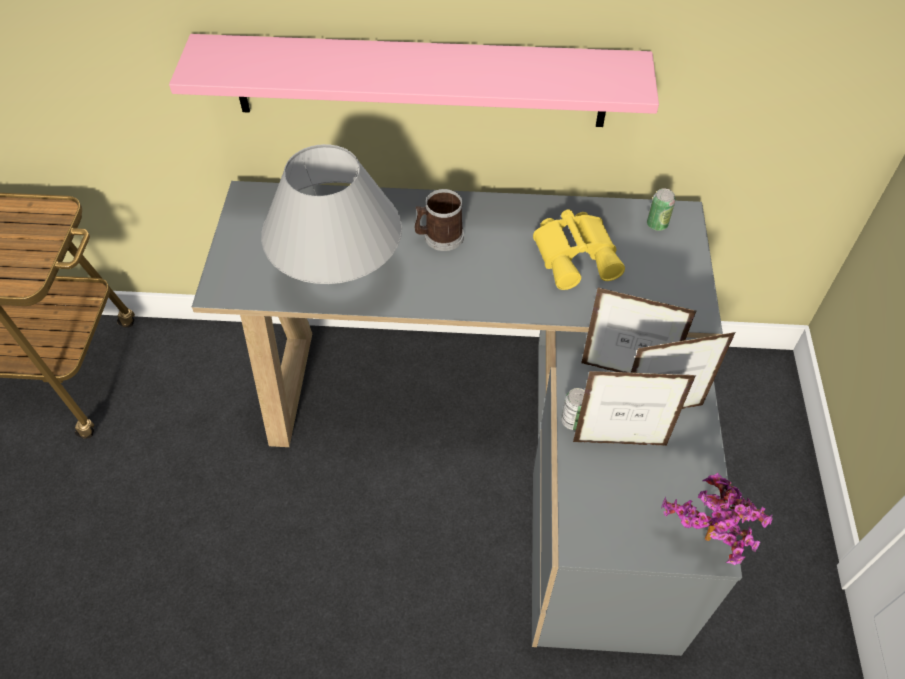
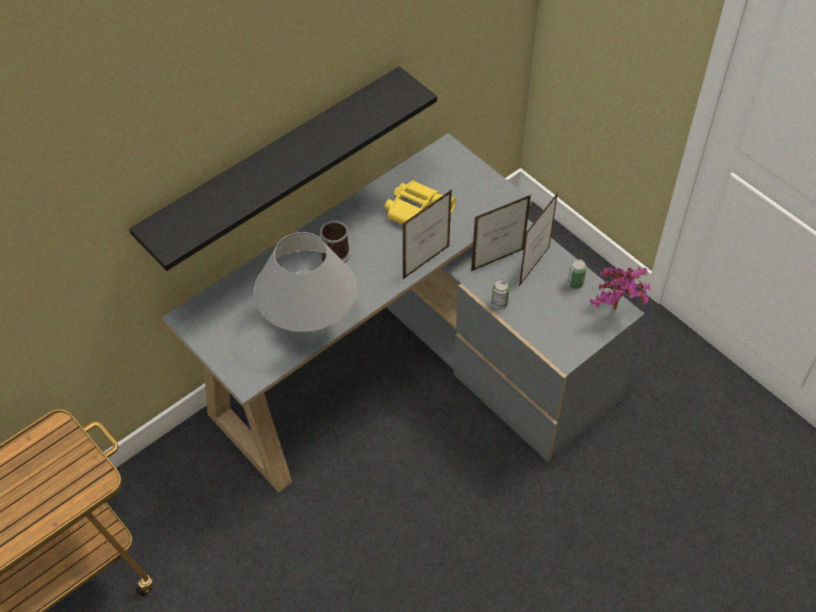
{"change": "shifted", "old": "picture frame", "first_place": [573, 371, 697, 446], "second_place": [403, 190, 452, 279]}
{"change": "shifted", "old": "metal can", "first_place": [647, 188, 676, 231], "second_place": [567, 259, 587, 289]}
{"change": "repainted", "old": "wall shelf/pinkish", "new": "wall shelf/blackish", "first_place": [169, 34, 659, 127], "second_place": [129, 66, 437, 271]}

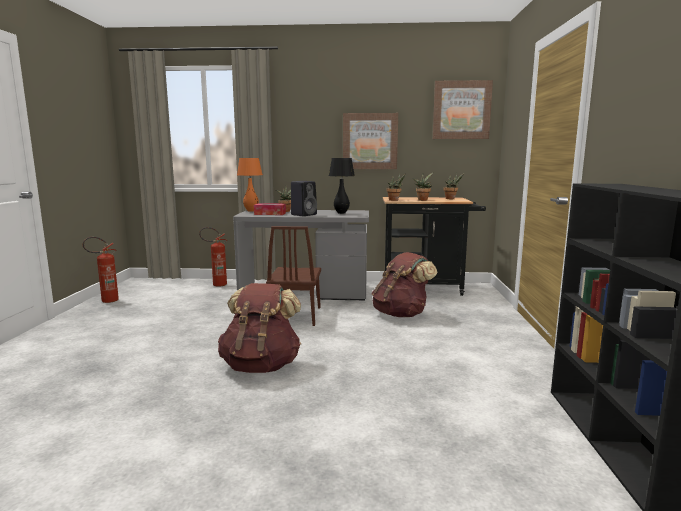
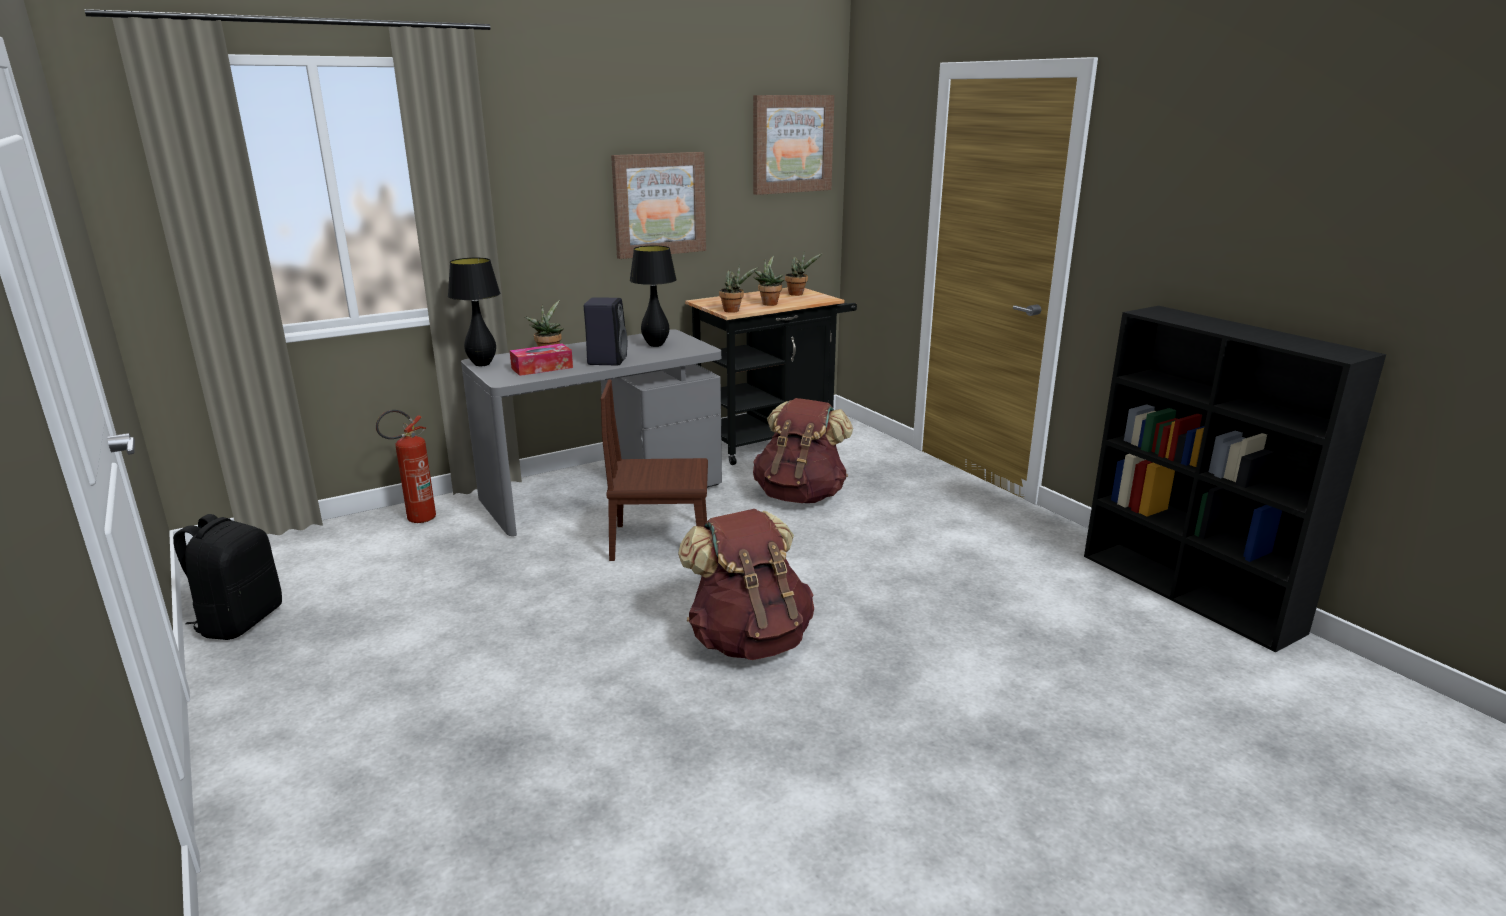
{"change": "swapped", "old": "extinguisher", "new": "knapsack/blackish", "first_place": [83, 237, 119, 303], "second_place": [173, 514, 282, 640]}
{"change": "repainted", "old": "tabletop lamp/orange", "new": "tabletop lamp/blackish", "first_place": [237, 158, 262, 212], "second_place": [448, 258, 500, 366]}
{"change": "rotated", "old": "plain chair/brownish", "first_place": [266, 226, 321, 326], "second_place": [600, 379, 708, 561], "degrees": 120}

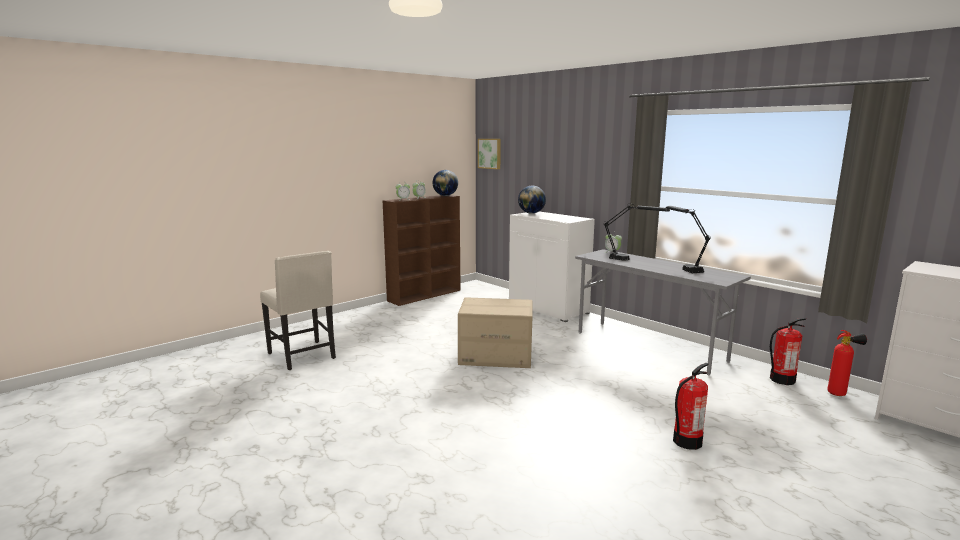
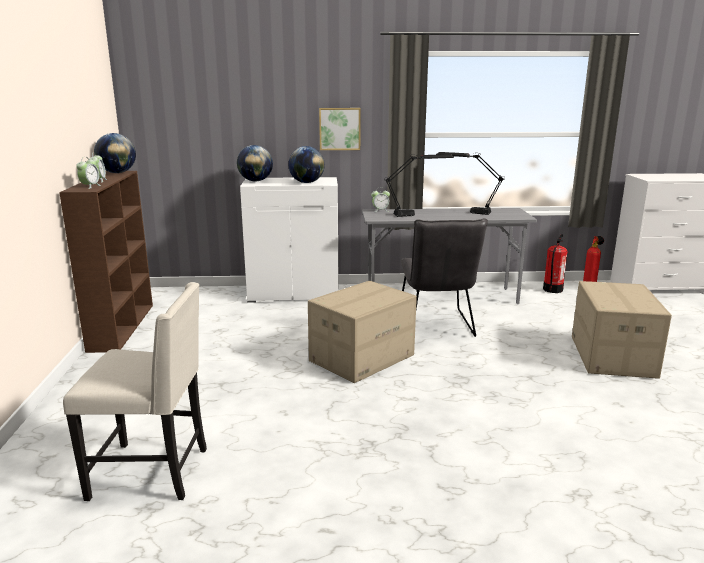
{"change": "new", "new": "globe", "second_place": [288, 146, 325, 183]}
{"change": "new", "new": "plain chair/grey", "second_place": [401, 218, 488, 337]}
{"change": "shifted", "old": "picture", "first_place": [478, 139, 501, 169], "second_place": [319, 108, 361, 150]}
{"change": "swapped", "old": "extinguisher", "new": "cardboard box", "first_place": [673, 363, 709, 450], "second_place": [572, 281, 672, 379]}

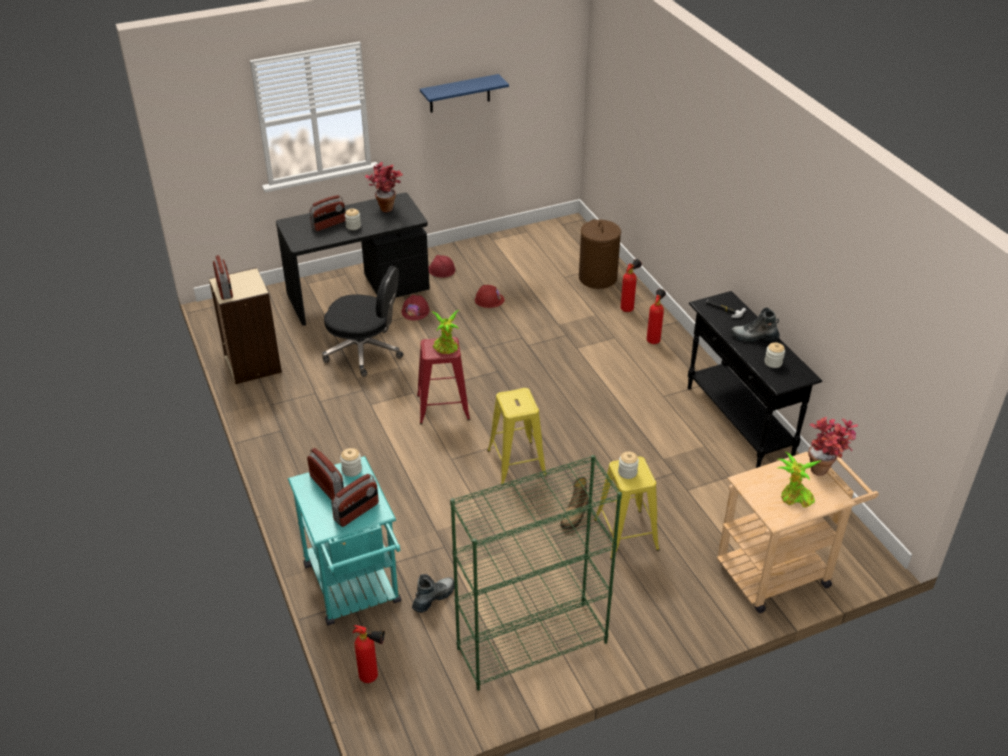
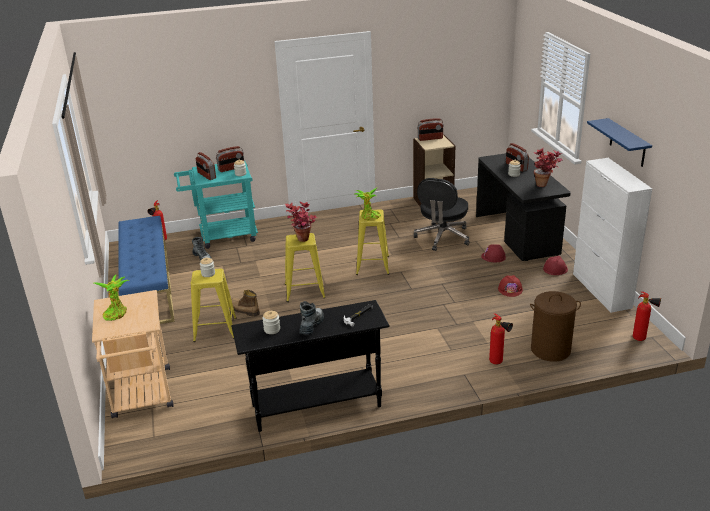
{"change": "new", "new": "storage cabinet/whitish", "second_place": [573, 158, 652, 313]}
{"change": "shifted", "old": "extinguisher", "first_place": [647, 289, 666, 344], "second_place": [633, 292, 661, 341]}
{"change": "shifted", "old": "plant in a pot", "first_place": [808, 417, 858, 476], "second_place": [285, 201, 317, 242]}
{"change": "swapped", "old": "bookshelf/green", "new": "long seat/bluish", "first_place": [450, 455, 622, 691], "second_place": [118, 216, 175, 324]}
{"change": "repainted", "old": "stool seat/reddish", "new": "stool seat/yellow", "first_place": [417, 337, 470, 424], "second_place": [356, 209, 389, 275]}

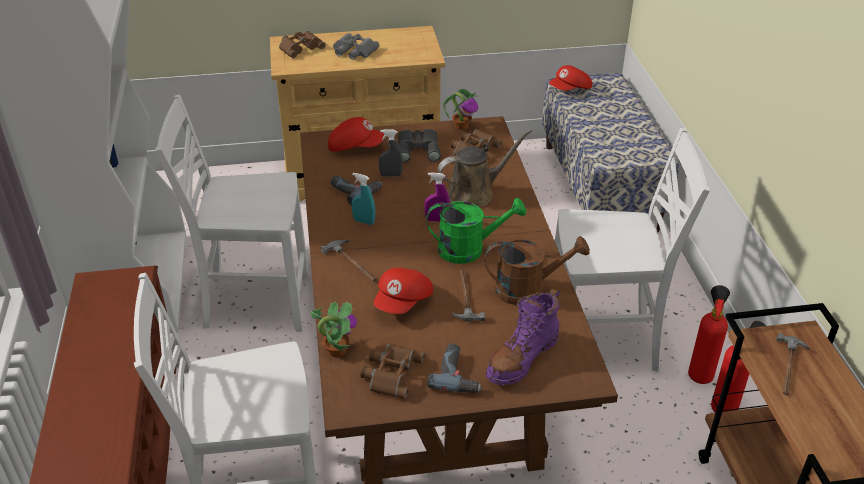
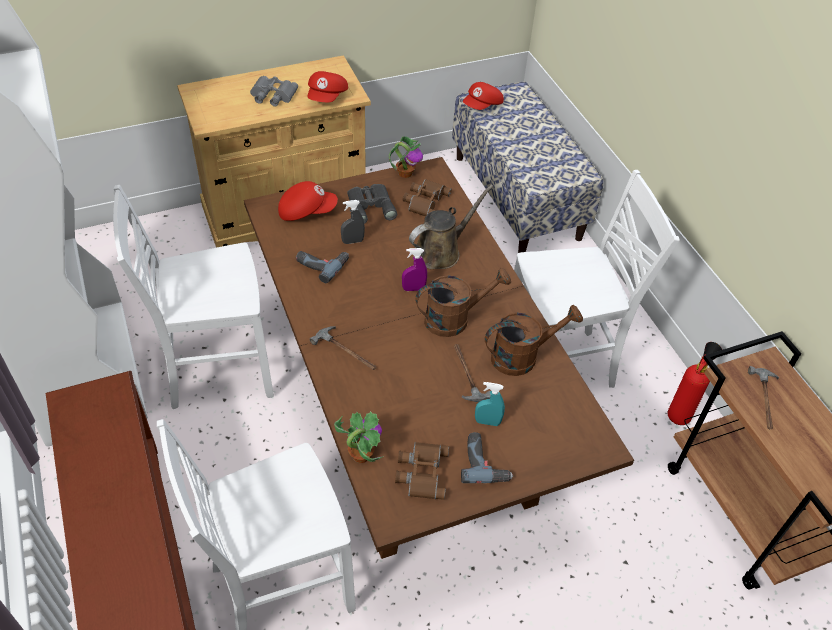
{"change": "gone", "old": "pair of binoculars/brownish", "first_place": [279, 31, 326, 58]}
{"change": "gone", "old": "high-top boot/purple", "first_place": [486, 289, 560, 385]}
{"change": "gone", "old": "extinguisher", "first_place": [688, 285, 730, 384]}
{"change": "shifted", "old": "spray bottle/turquoise", "first_place": [351, 173, 375, 225], "second_place": [475, 382, 505, 426]}
{"change": "shifted", "old": "peaked cap/reddish", "first_place": [374, 268, 433, 314], "second_place": [307, 71, 348, 102]}
{"change": "repainted", "old": "sprinkling can/green", "new": "sprinkling can/brownish", "first_place": [426, 198, 526, 264], "second_place": [415, 268, 511, 337]}

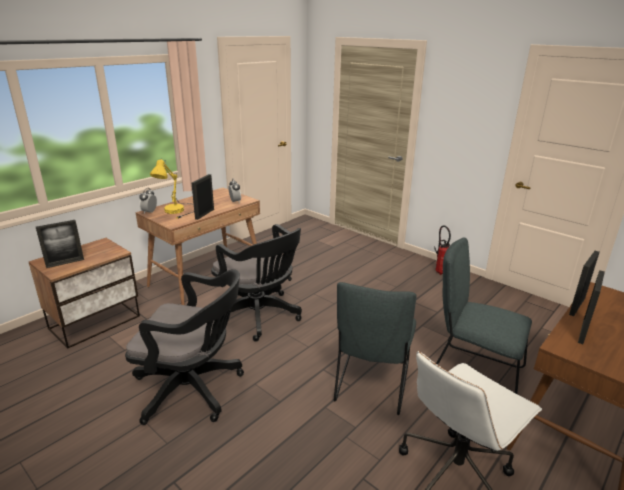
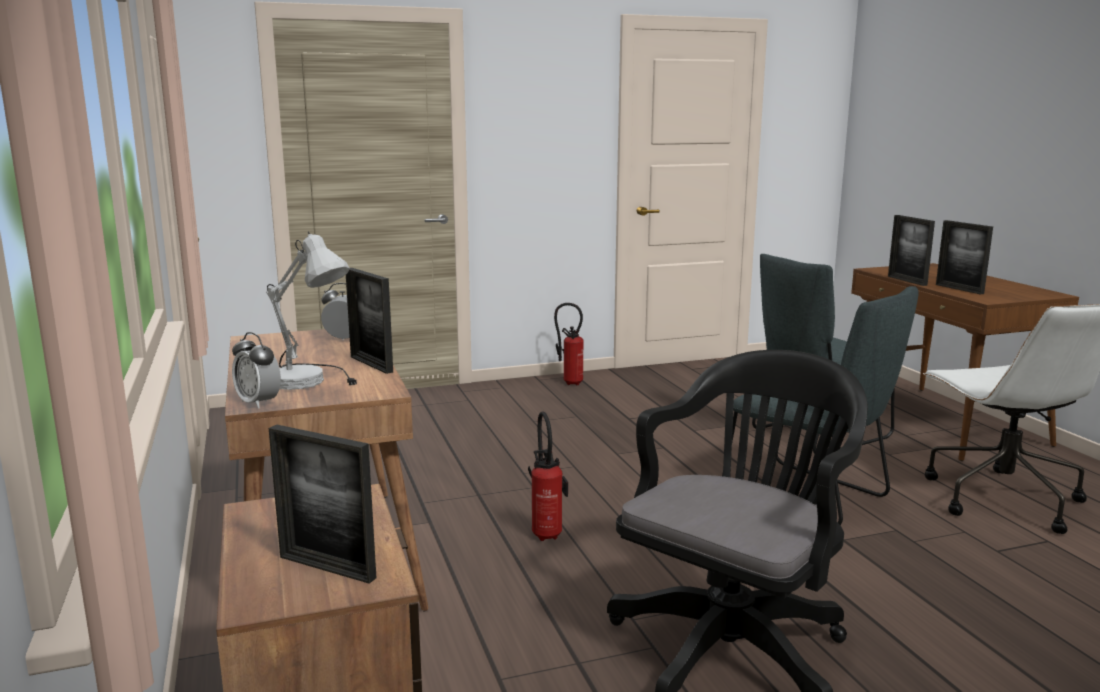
{"change": "swapped", "old": "office chair/blackish", "new": "extinguisher", "first_place": [211, 224, 302, 342], "second_place": [528, 411, 568, 541]}
{"change": "repainted", "old": "tabletop lamp/yellow", "new": "tabletop lamp/whitish", "first_place": [150, 158, 194, 219], "second_place": [266, 231, 357, 390]}
{"change": "rotated", "old": "picture frame", "first_place": [36, 220, 84, 268], "second_place": [269, 425, 376, 584], "degrees": 120}

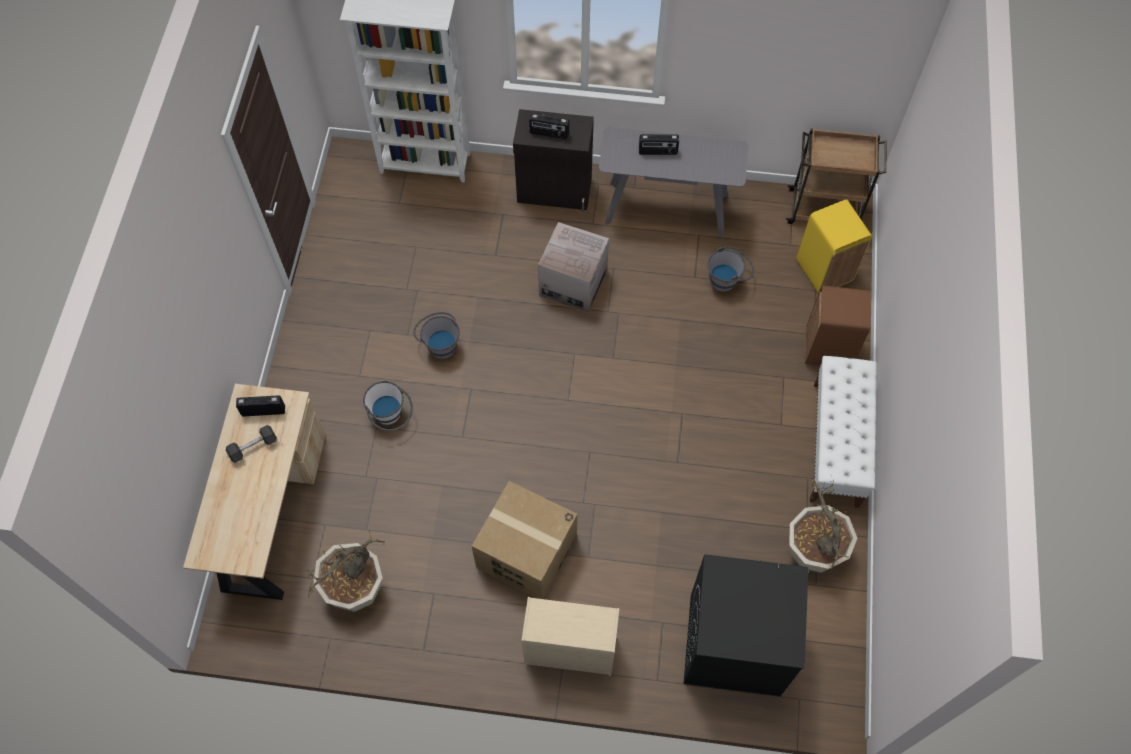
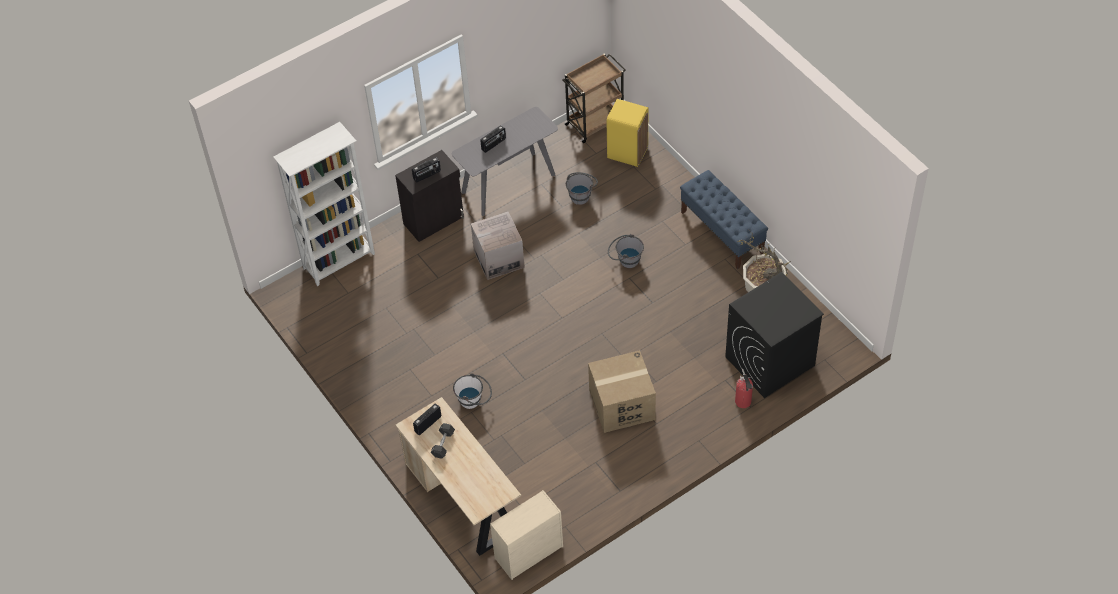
{"change": "gone", "old": "plant in a pot", "first_place": [298, 529, 385, 612]}
{"change": "gone", "old": "waste bin/brownish", "first_place": [804, 285, 871, 365]}
{"change": "new", "new": "extinguisher", "second_place": [735, 369, 753, 408]}
{"change": "shifted", "old": "pail/grey", "first_place": [413, 312, 460, 359], "second_place": [608, 234, 644, 268]}
{"change": "shifted", "old": "drawer chest/beige", "first_place": [522, 597, 619, 676], "second_place": [490, 490, 563, 580]}
{"change": "repainted", "old": "long seat/whitish", "new": "long seat/bluish", "first_place": [810, 356, 877, 508], "second_place": [680, 170, 768, 269]}

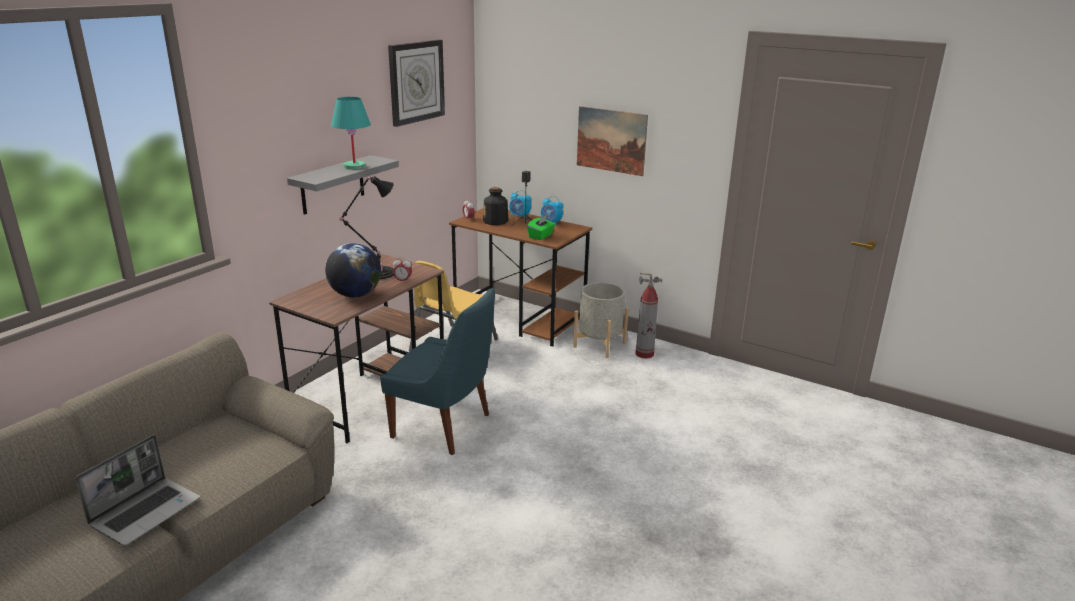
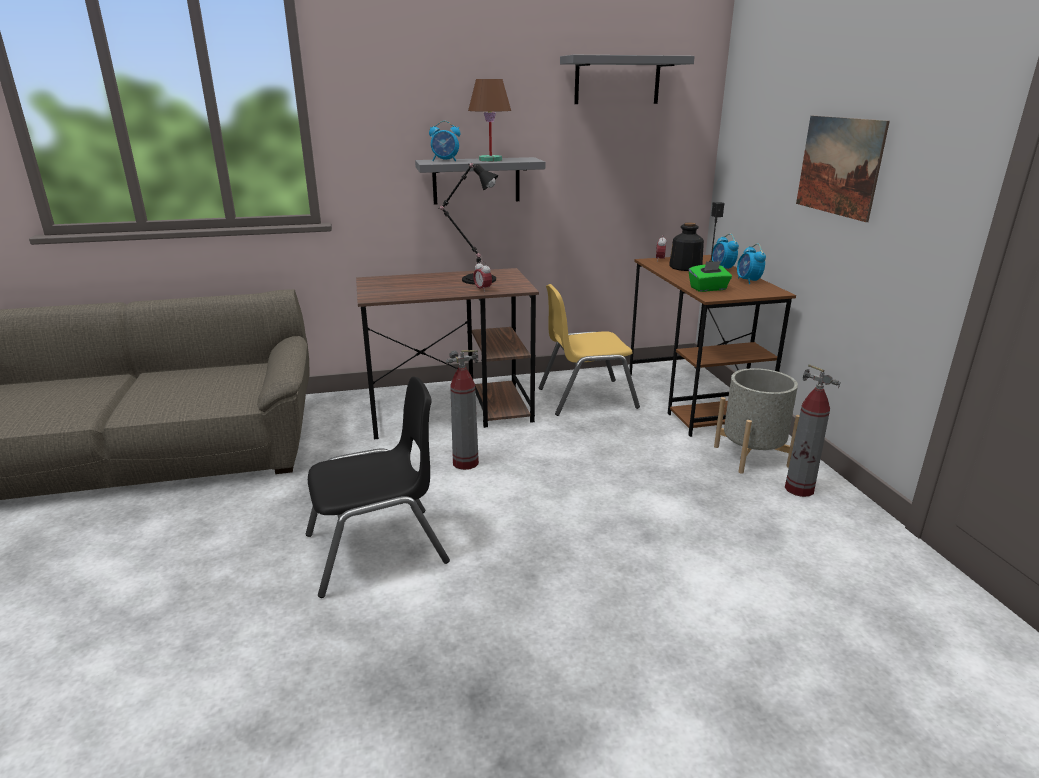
{"change": "gone", "old": "laptop", "first_place": [75, 435, 200, 546]}
{"change": "gone", "old": "globe", "first_place": [325, 243, 381, 297]}
{"change": "new", "new": "plain chair/blackish", "second_place": [306, 376, 450, 598]}
{"change": "new", "new": "table clock", "second_place": [429, 121, 460, 161]}
{"change": "swapped", "old": "plain chair/bluish", "new": "extinguisher", "first_place": [380, 288, 495, 455], "second_place": [446, 350, 479, 470]}
{"change": "swapped", "old": "hanging clock", "new": "wall shelf/grey", "first_place": [388, 40, 445, 127], "second_place": [560, 55, 695, 104]}
{"change": "repainted", "old": "tabletop lamp/turquoise", "new": "tabletop lamp/brownish", "first_place": [331, 97, 371, 170], "second_place": [468, 79, 511, 162]}

